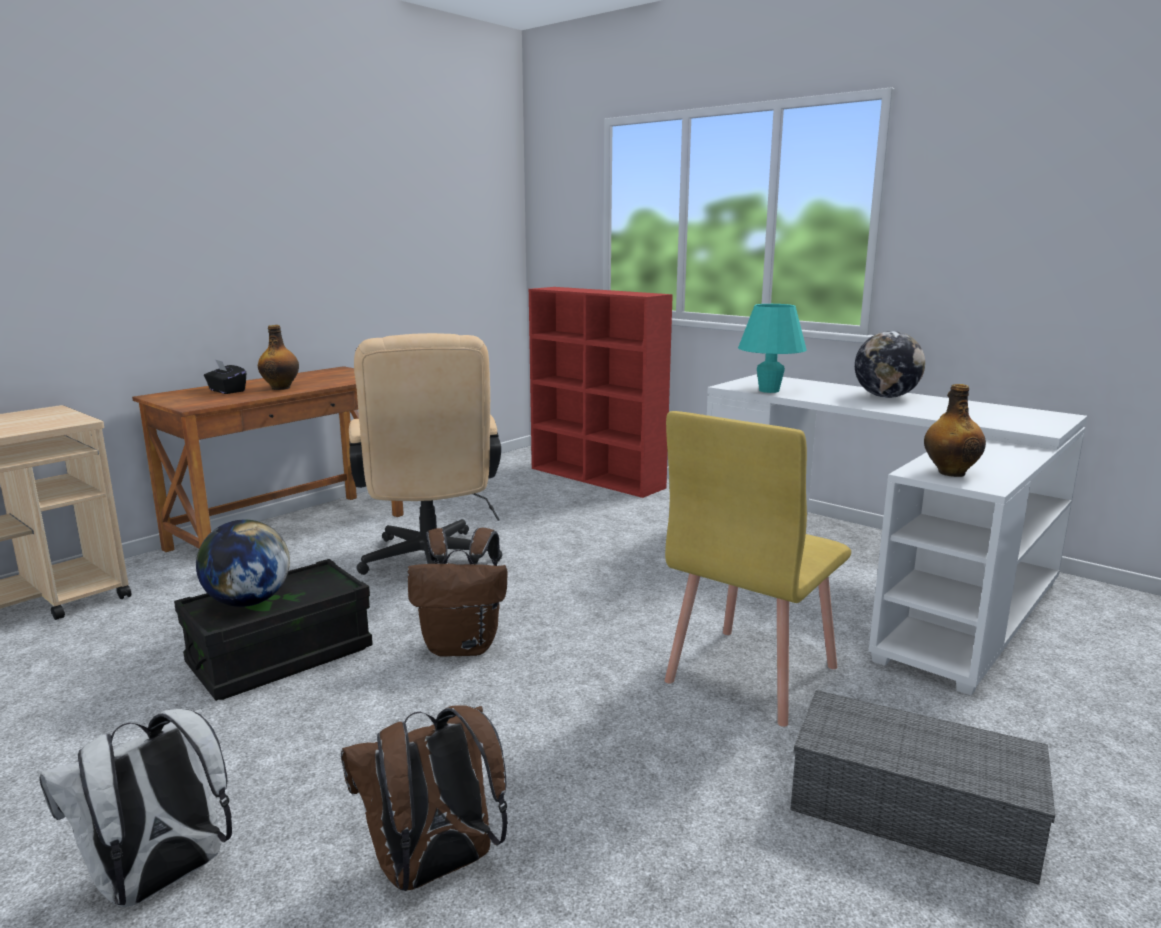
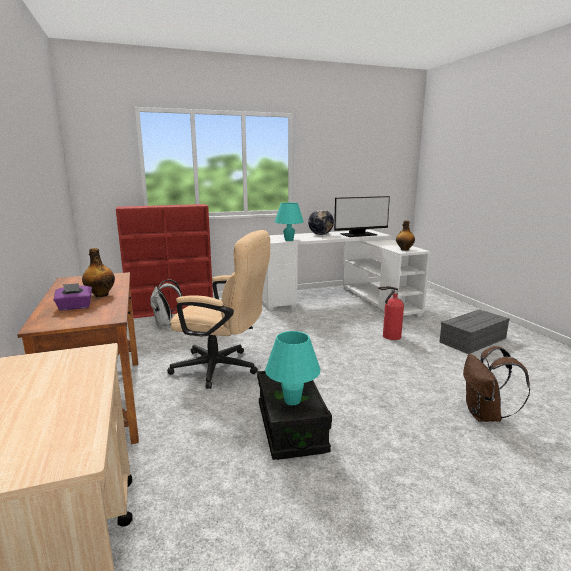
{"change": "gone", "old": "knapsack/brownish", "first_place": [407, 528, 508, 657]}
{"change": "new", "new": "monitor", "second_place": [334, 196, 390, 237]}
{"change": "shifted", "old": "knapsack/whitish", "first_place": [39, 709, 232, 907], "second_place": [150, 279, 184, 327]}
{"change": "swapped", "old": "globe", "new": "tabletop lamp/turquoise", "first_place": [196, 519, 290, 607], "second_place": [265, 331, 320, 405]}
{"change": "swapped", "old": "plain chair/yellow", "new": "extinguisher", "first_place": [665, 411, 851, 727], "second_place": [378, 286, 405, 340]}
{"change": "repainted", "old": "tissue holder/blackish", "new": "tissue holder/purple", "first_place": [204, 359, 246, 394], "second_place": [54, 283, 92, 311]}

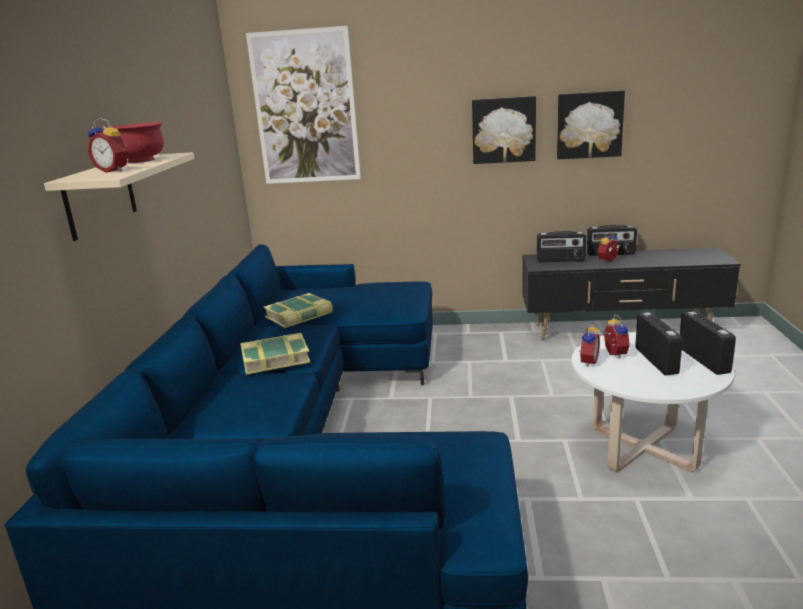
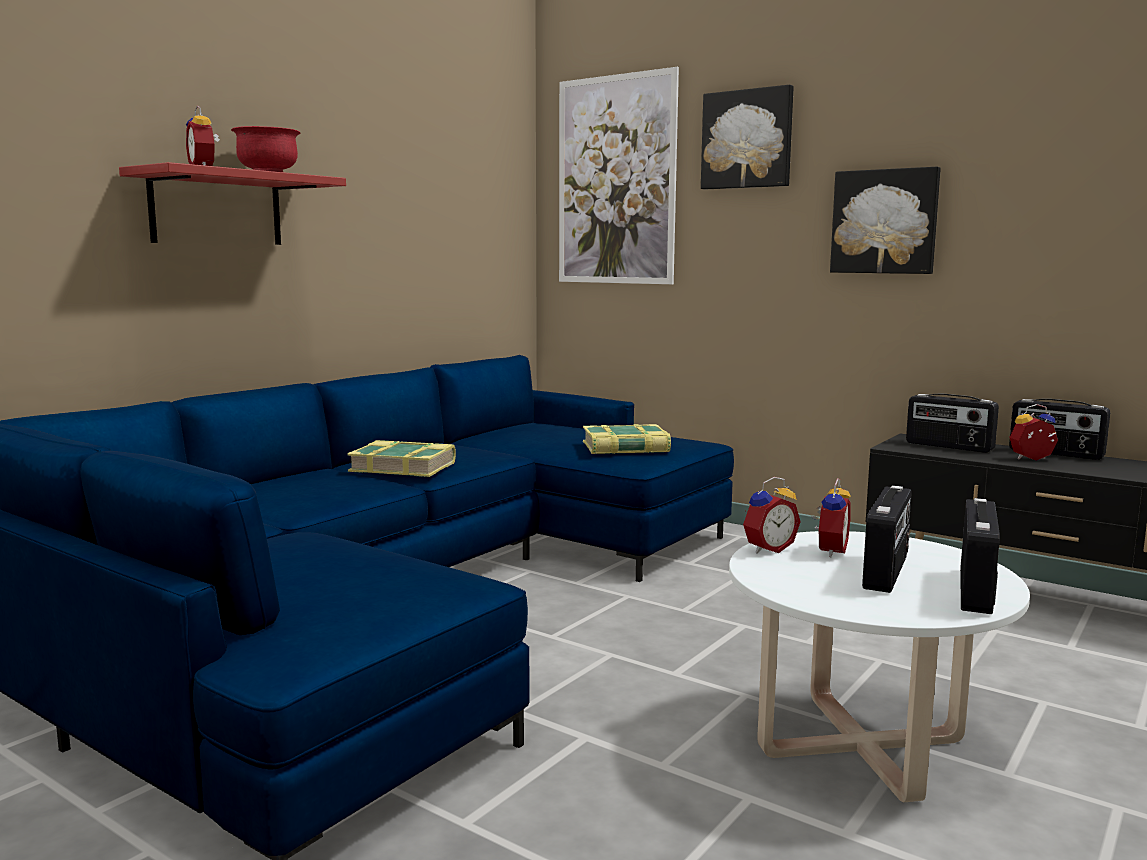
{"change": "shifted", "old": "book", "first_place": [263, 293, 333, 328], "second_place": [583, 424, 671, 454]}
{"change": "shifted", "old": "picture", "first_place": [557, 90, 625, 159], "second_place": [701, 85, 794, 189]}
{"change": "repainted", "old": "wall shelf/beige", "new": "wall shelf/reddish", "first_place": [44, 152, 195, 241], "second_place": [119, 162, 346, 245]}

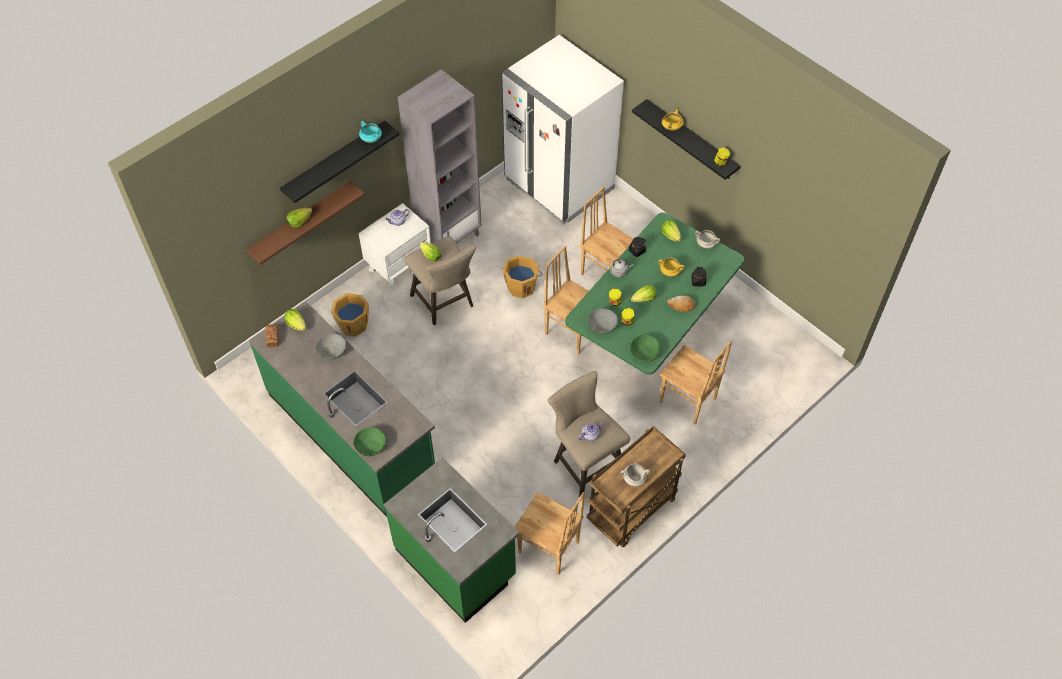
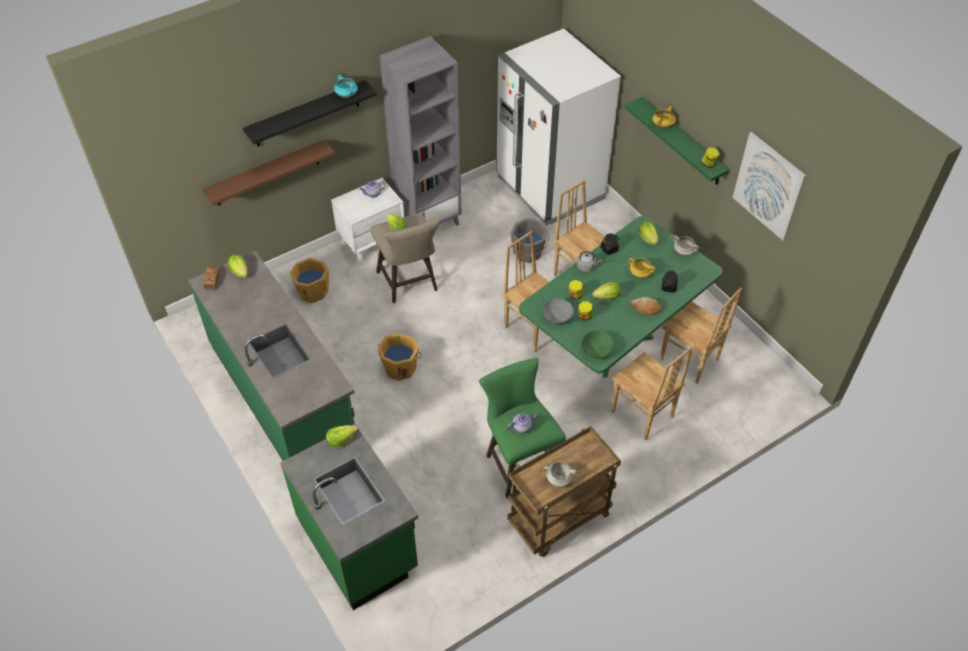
{"change": "gone", "old": "deep dish/grey", "first_place": [315, 333, 346, 360]}
{"change": "gone", "old": "deep dish/green", "first_place": [353, 427, 386, 456]}
{"change": "new", "new": "pail/grey", "second_place": [510, 218, 549, 263]}
{"change": "new", "new": "picture", "second_place": [733, 132, 806, 241]}
{"change": "shifted", "old": "lettuce", "first_place": [287, 208, 313, 228], "second_place": [326, 425, 358, 448]}
{"change": "shifted", "old": "pail/orange", "first_place": [501, 256, 543, 298], "second_place": [378, 333, 422, 381]}
{"change": "shifted", "old": "plain chair/brownish", "first_place": [514, 492, 585, 575], "second_place": [660, 287, 742, 384]}
{"change": "repainted", "old": "stool seat/beige", "new": "stool seat/green", "first_place": [548, 371, 630, 497], "second_place": [479, 358, 566, 498]}
{"change": "repainted", "old": "wall shelf/blackish", "new": "wall shelf/green", "first_place": [632, 99, 740, 180], "second_place": [624, 97, 729, 185]}

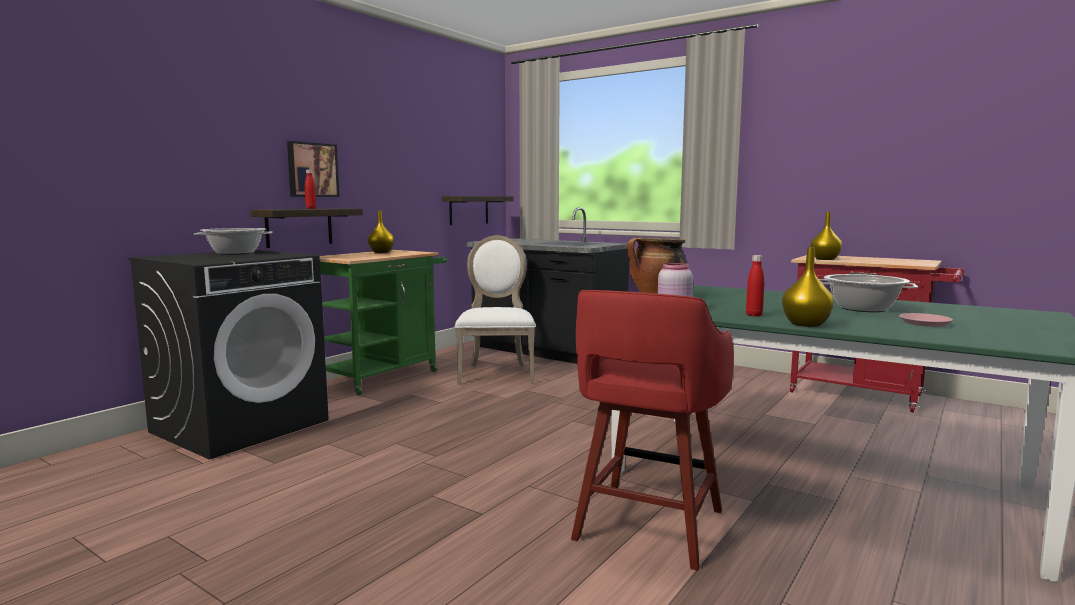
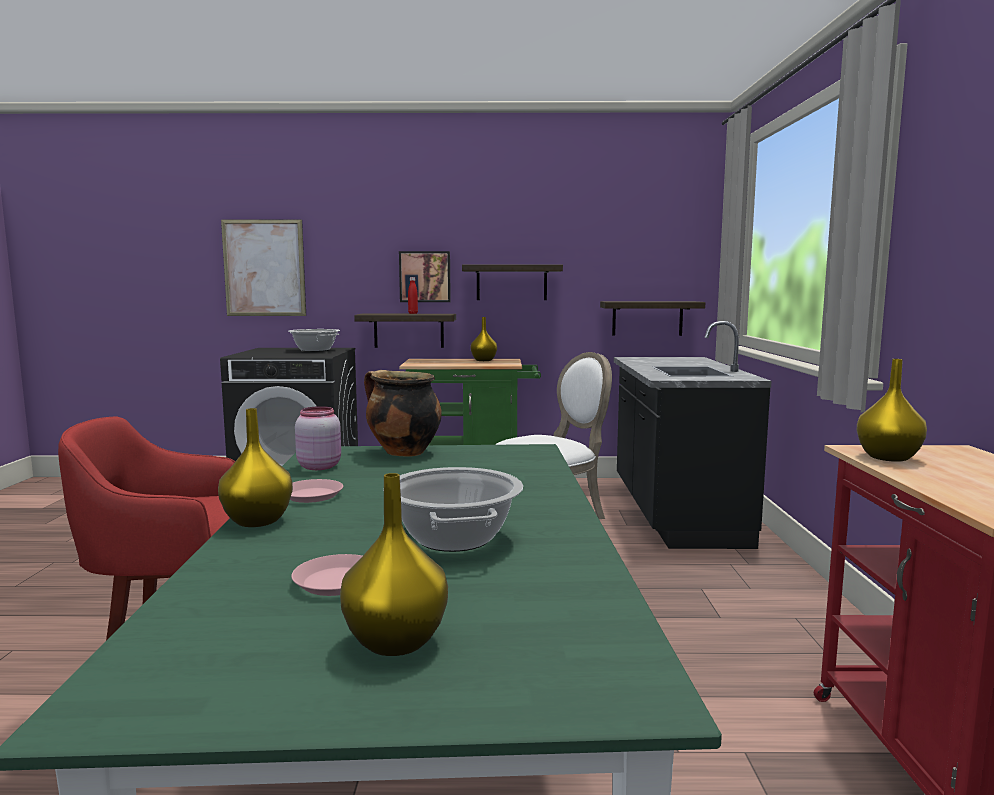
{"change": "new", "new": "picture", "second_place": [221, 220, 306, 316]}
{"change": "new", "new": "flower vase/yellow", "second_place": [340, 473, 448, 656]}
{"change": "new", "new": "wall shelf", "second_place": [462, 265, 563, 300]}
{"change": "swapped", "old": "bottle/reddish", "new": "plate/pinkish", "first_place": [746, 255, 764, 316], "second_place": [290, 479, 343, 503]}

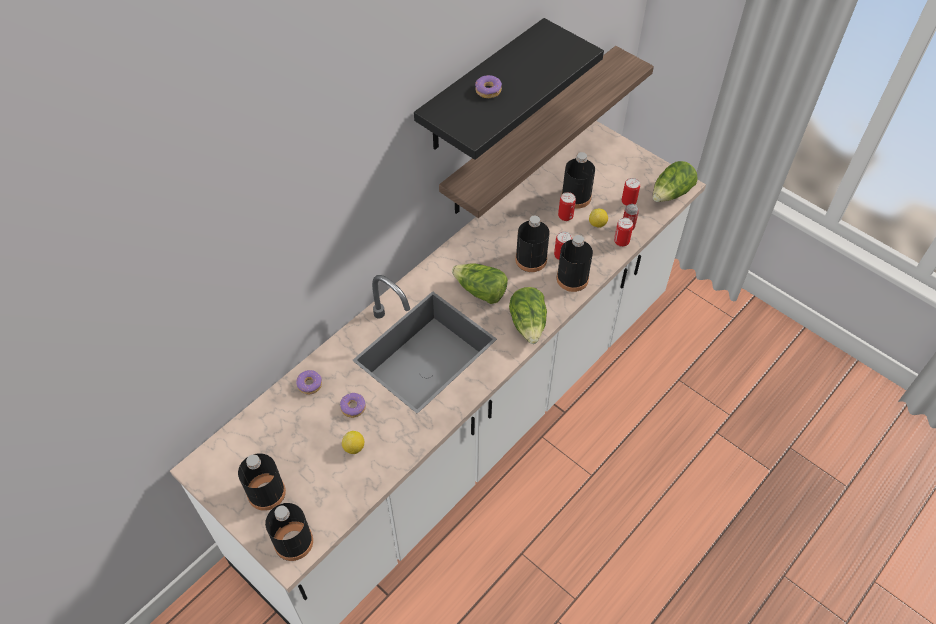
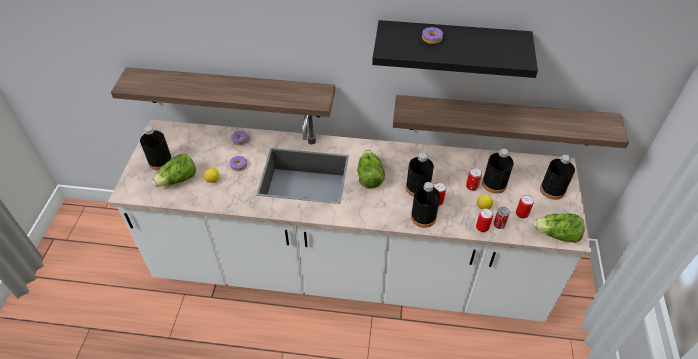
{"change": "new", "new": "wall shelf", "second_place": [111, 67, 335, 117]}
{"change": "shifted", "old": "bottle/blackish", "first_place": [265, 503, 313, 561], "second_place": [540, 155, 575, 200]}
{"change": "shifted", "old": "lettuce", "first_place": [509, 287, 547, 344], "second_place": [152, 154, 196, 186]}

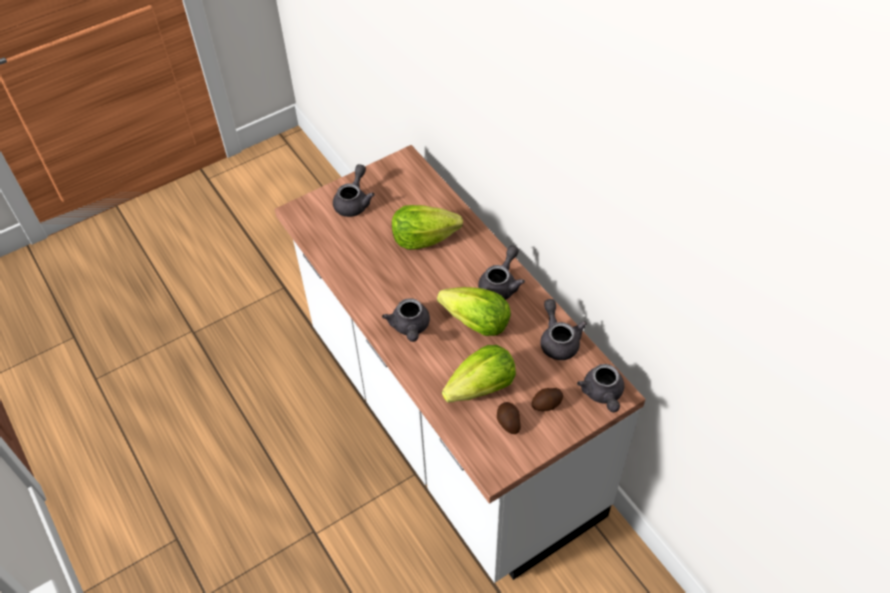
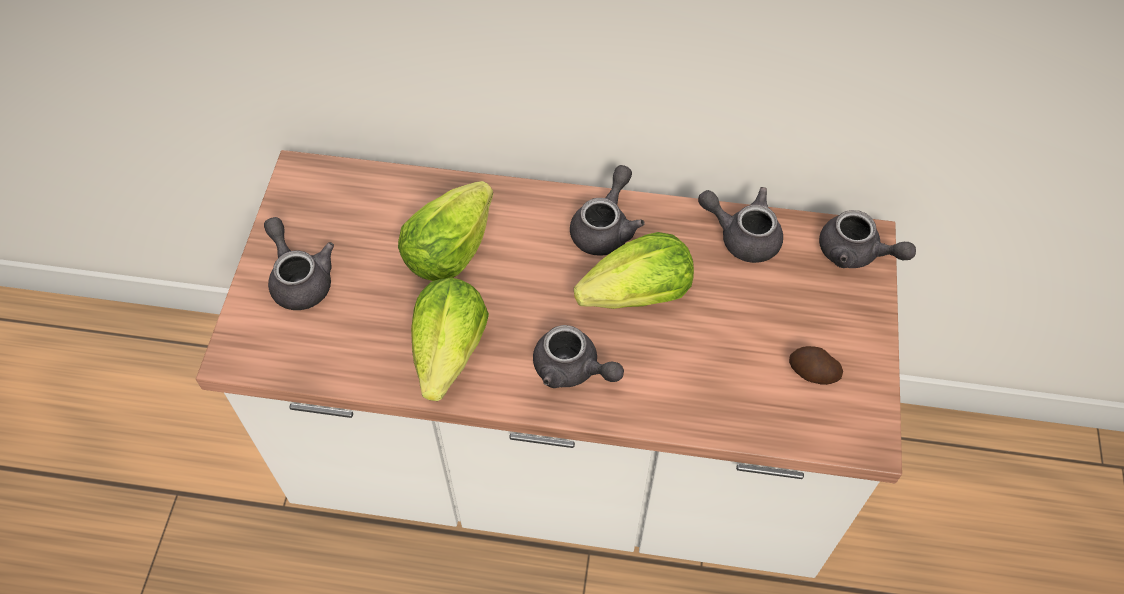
{"change": "gone", "old": "potato", "first_place": [532, 388, 563, 411]}
{"change": "shifted", "old": "lettuce", "first_place": [442, 345, 516, 403], "second_place": [411, 278, 489, 401]}
{"change": "rotated", "old": "teapot/grey", "first_place": [478, 245, 525, 300], "second_place": [570, 165, 645, 256], "degrees": 45}

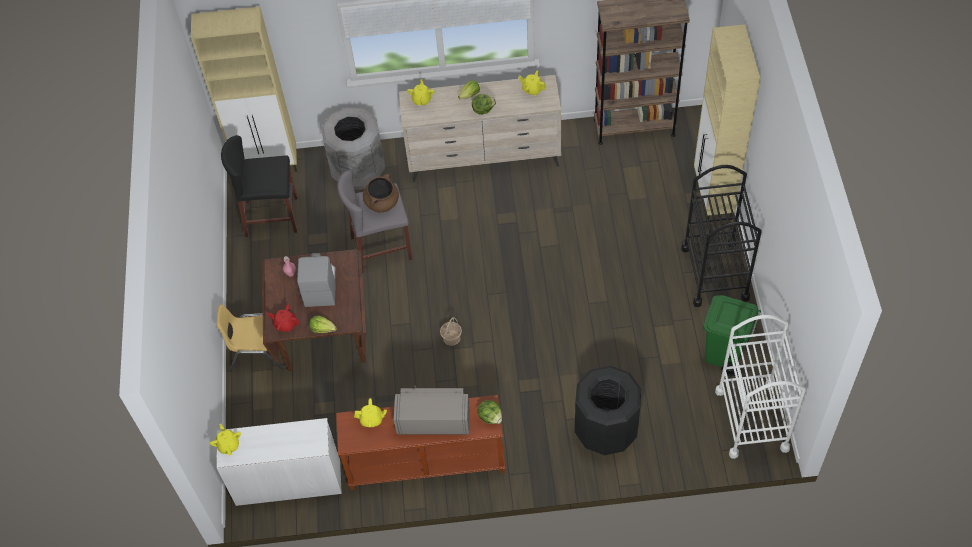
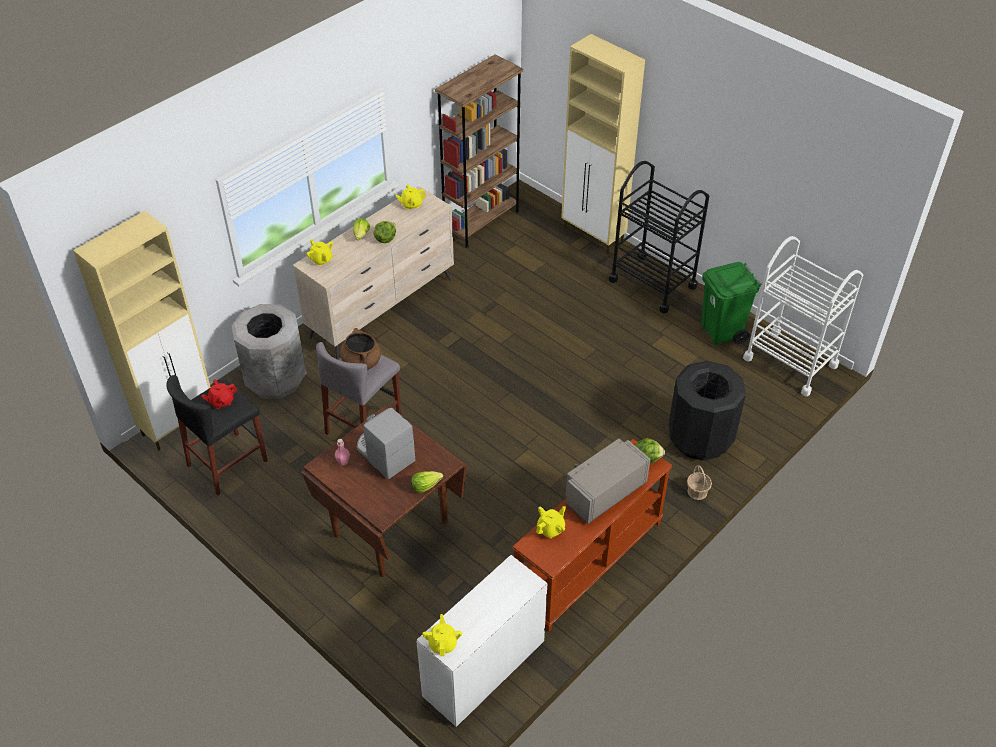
{"change": "gone", "old": "plain chair/yellow", "first_place": [217, 304, 284, 371]}
{"change": "shifted", "old": "teapot/reddish", "first_place": [268, 304, 300, 332], "second_place": [201, 379, 237, 409]}
{"change": "shifted", "old": "household basket", "first_place": [440, 317, 462, 346], "second_place": [687, 465, 712, 500]}
{"change": "rotated", "old": "teapot/yellow", "first_place": [210, 424, 241, 456], "second_place": [422, 614, 462, 656], "degrees": 60}

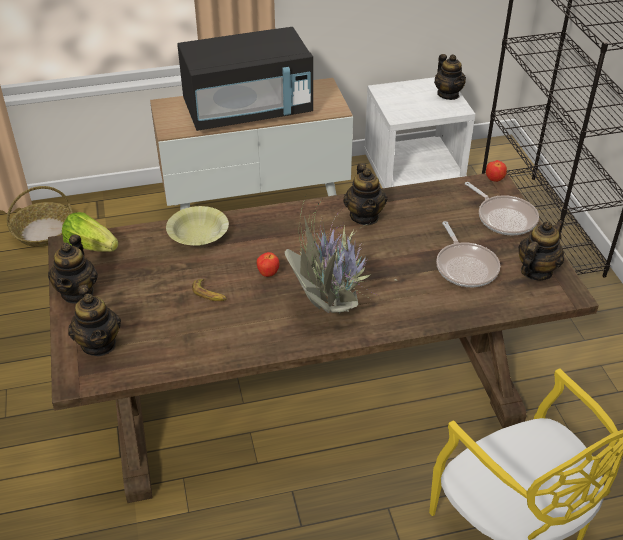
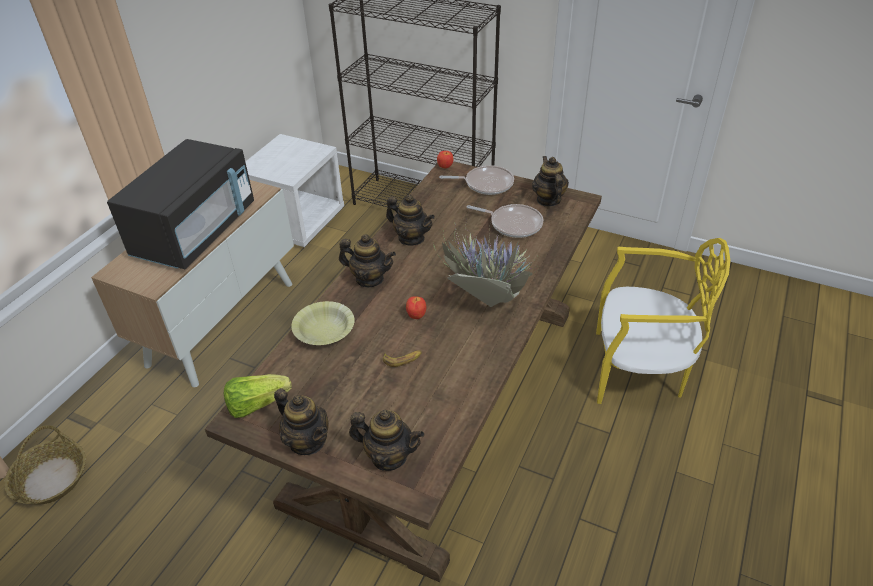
{"change": "shifted", "old": "teapot", "first_place": [434, 54, 466, 100], "second_place": [339, 234, 396, 287]}

